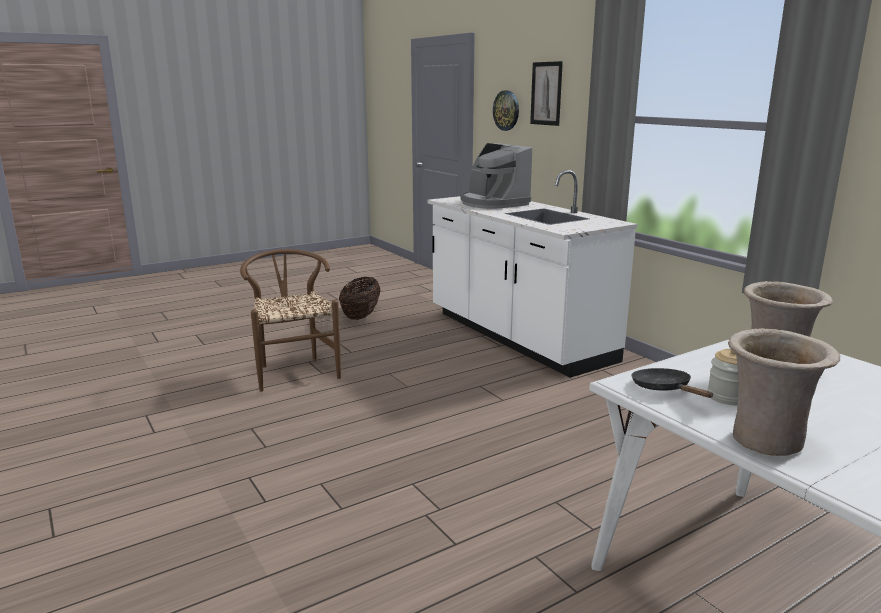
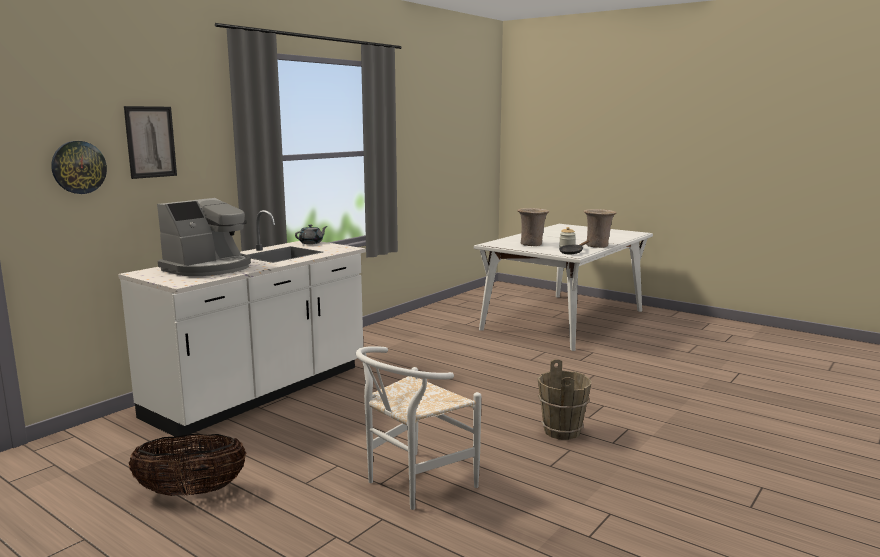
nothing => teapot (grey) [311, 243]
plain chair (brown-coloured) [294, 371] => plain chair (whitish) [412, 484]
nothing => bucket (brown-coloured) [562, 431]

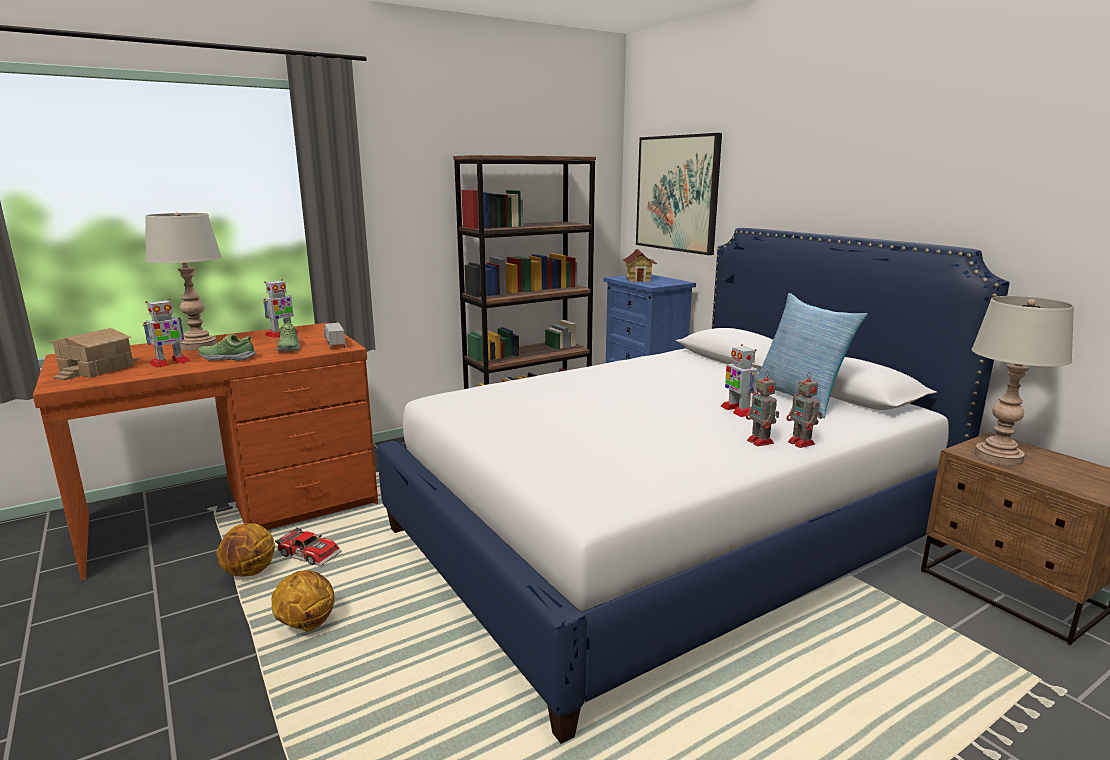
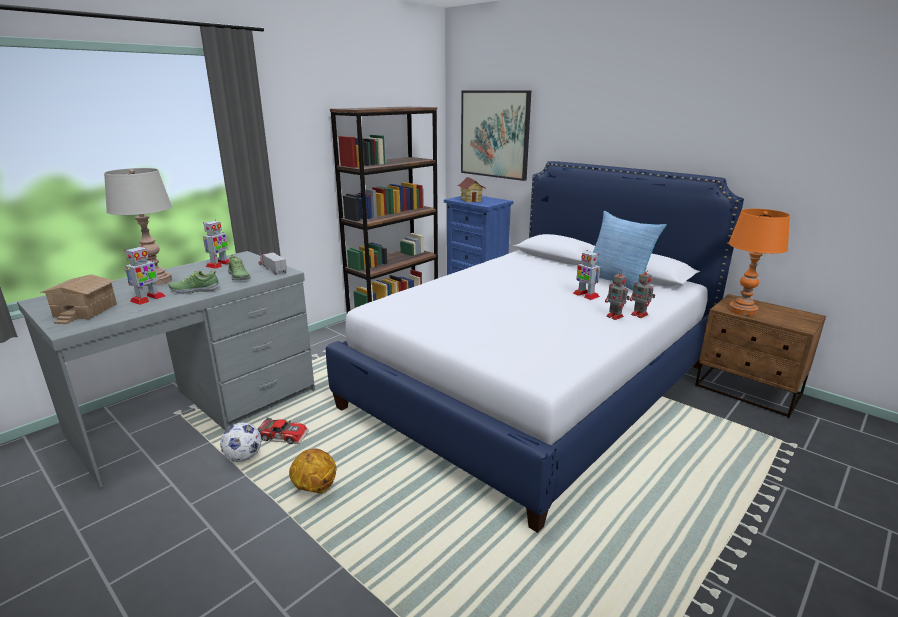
desk unit (brown-coloured) [235, 510] => desk unit (grey) [199, 411]
basketball ball [250, 572] => ball for football [244, 457]
tabletop lamp (grey) [998, 457] => tabletop lamp (orange) [742, 310]

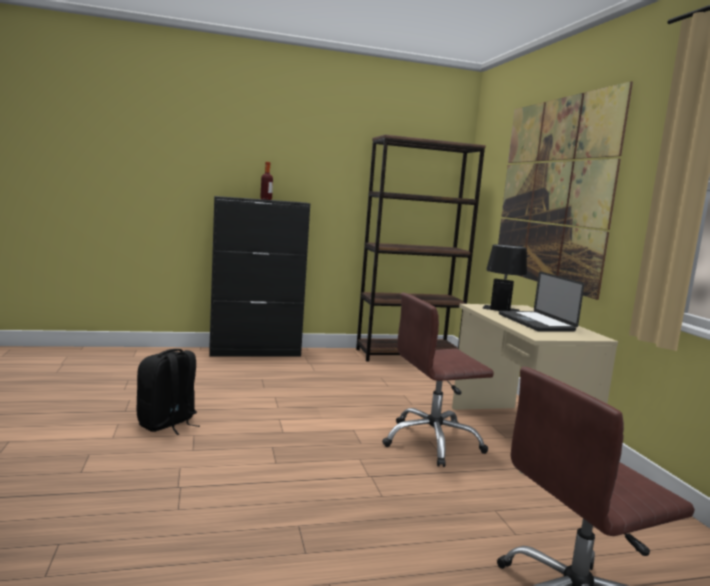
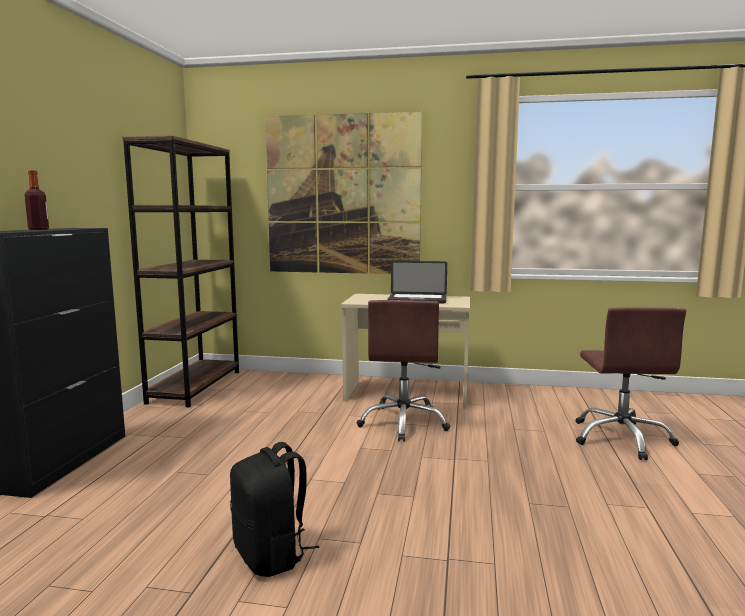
tabletop lamp (black) [501, 307] => nothing

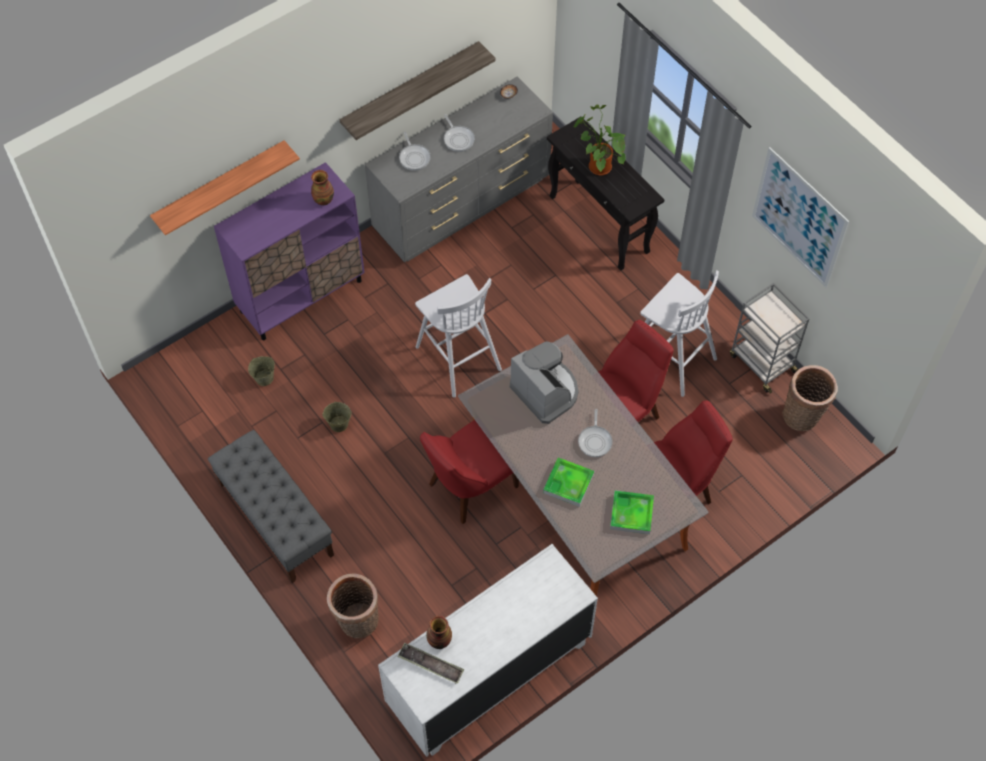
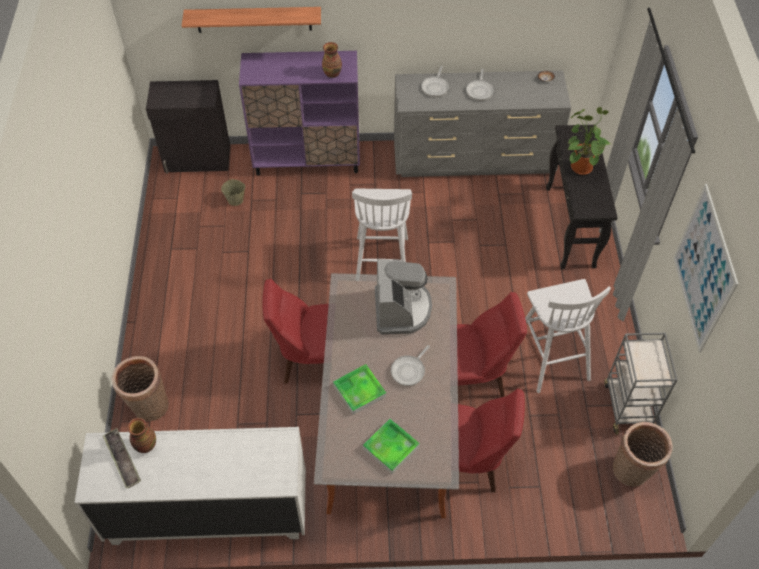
nothing => cupboard (black) [198, 159]
long seat (grey) [275, 519] => nothing
bucket (beige-coloured) [338, 424] => nothing
bracket shelf [410, 89] => nothing

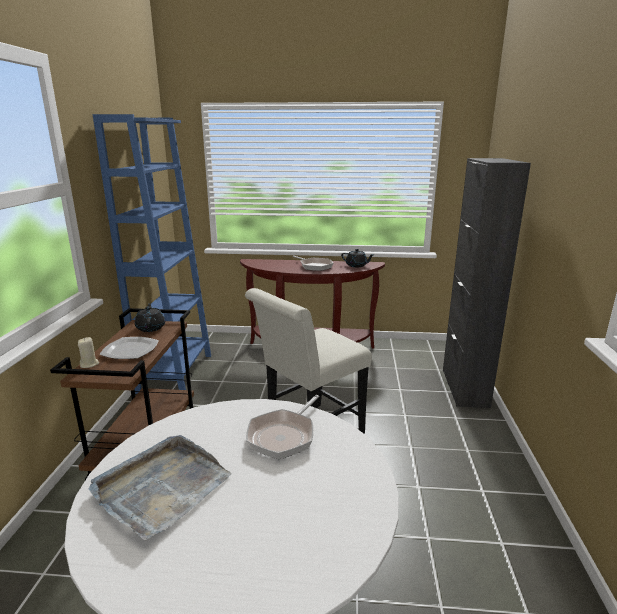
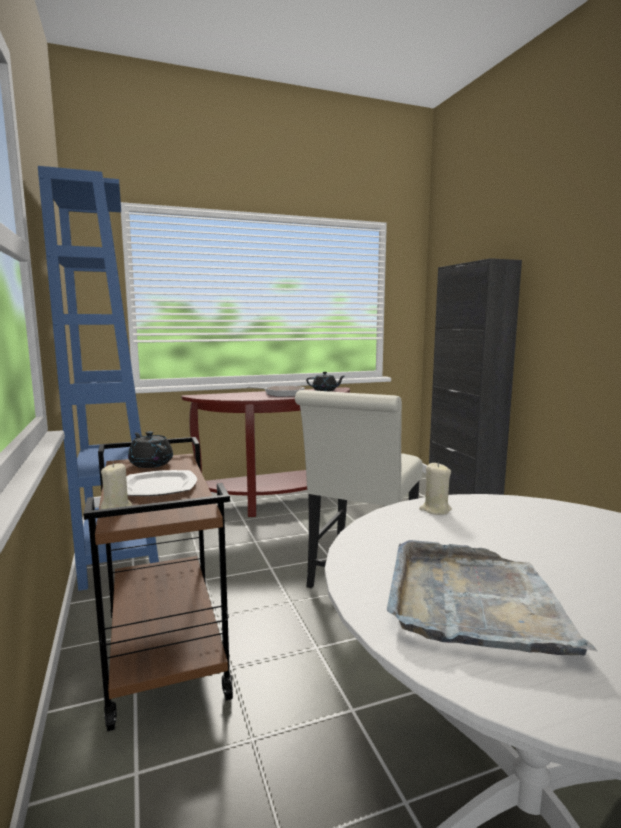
nothing => wax light (beige-coloured) [435, 510]
pan [284, 435] => nothing

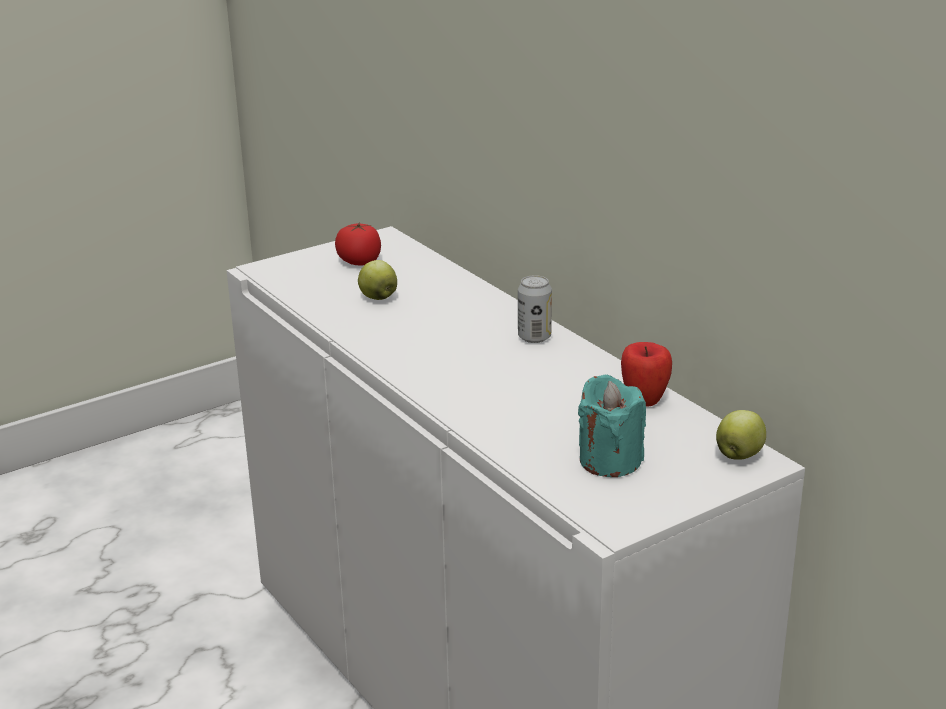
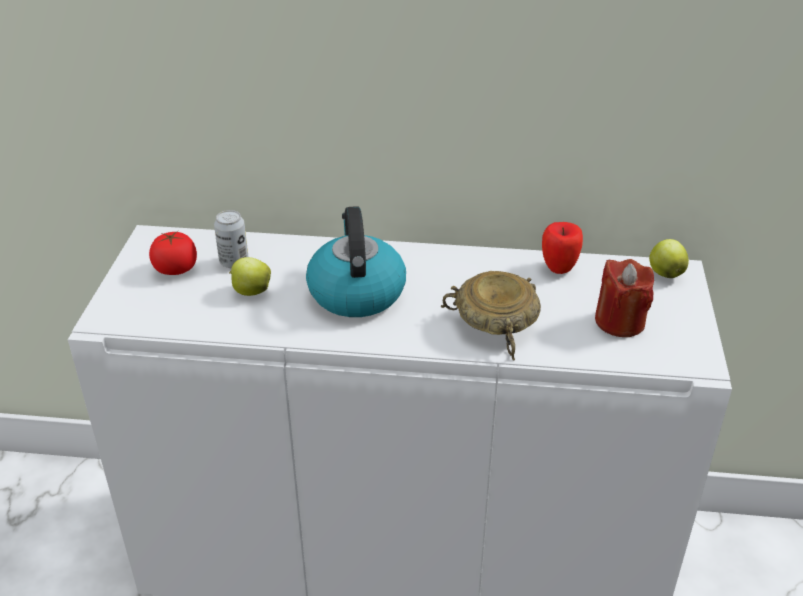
metal can [534, 337] => metal can [234, 262], moved
nothing => kettle [356, 292]
nothing => bowl (beige-coloured) [494, 324]
wax light (turquoise-coloured) [610, 461] => wax light (reddish) [619, 322]

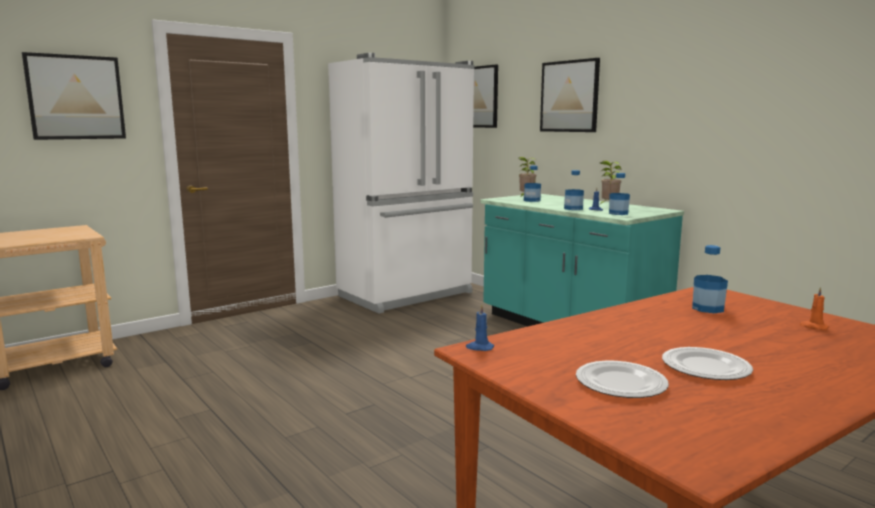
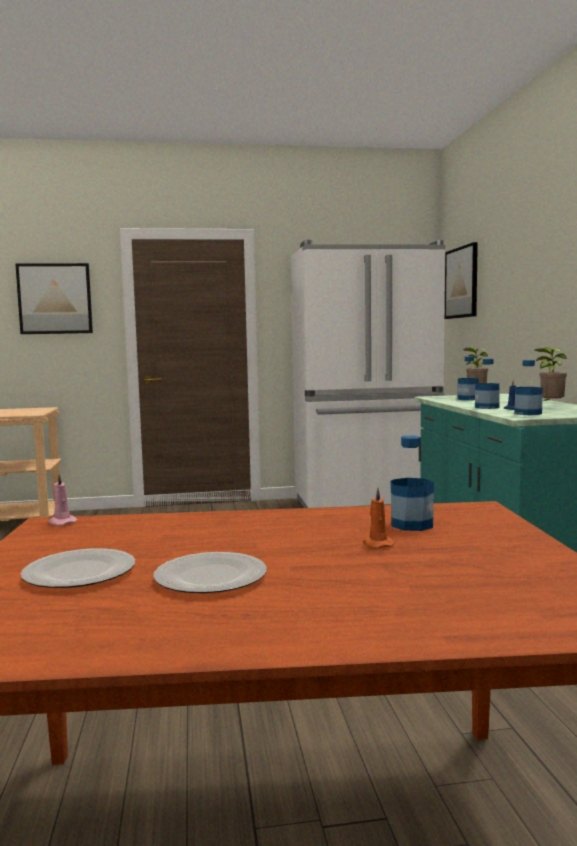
wax light (blue-coloured) [479, 347] => wax light (pink) [61, 522]
wax light (orange) [813, 327] => wax light (orange) [377, 544], moved
wall picture [569, 96] => nothing

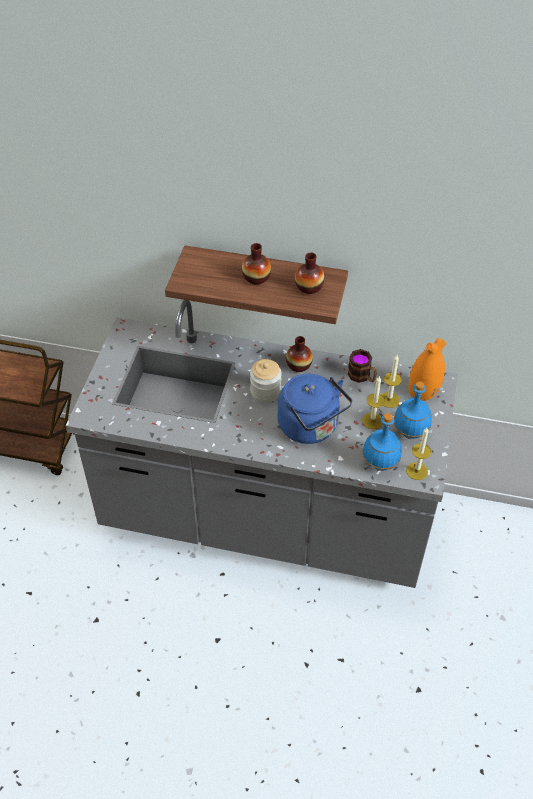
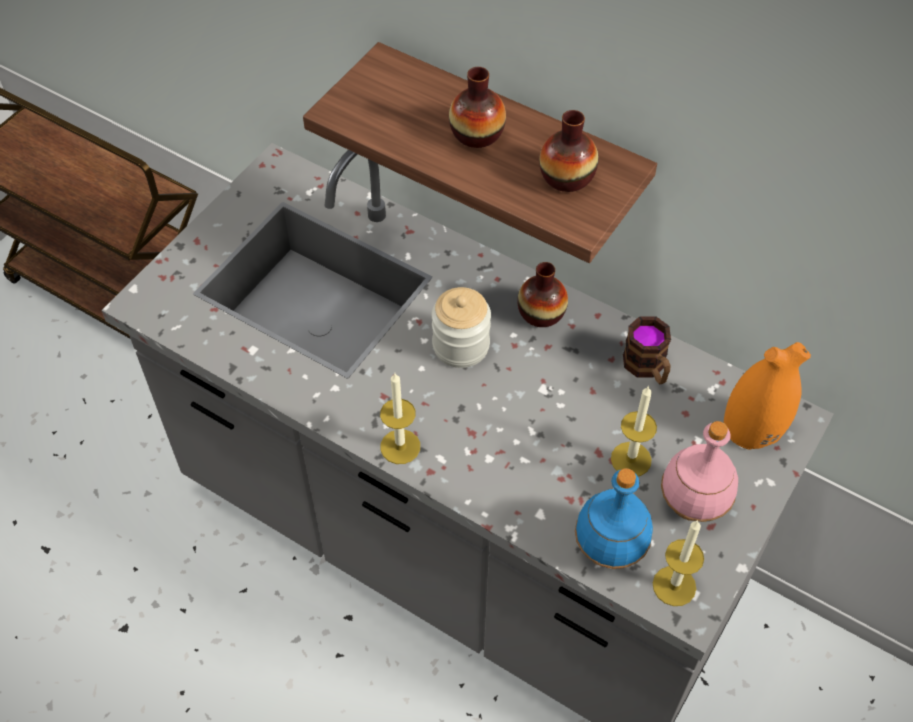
wax light [389, 399] => wax light [400, 446], moved
beverage bottle (blue-coloured) [410, 433] => beverage bottle (pink) [693, 505]
kettle (blue-coloured) [311, 427] => nothing

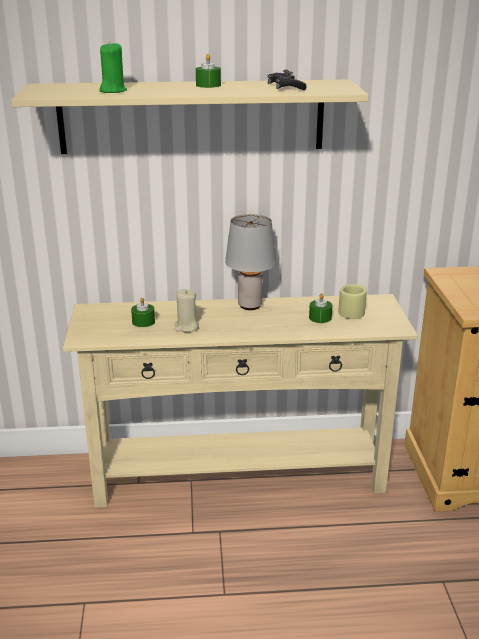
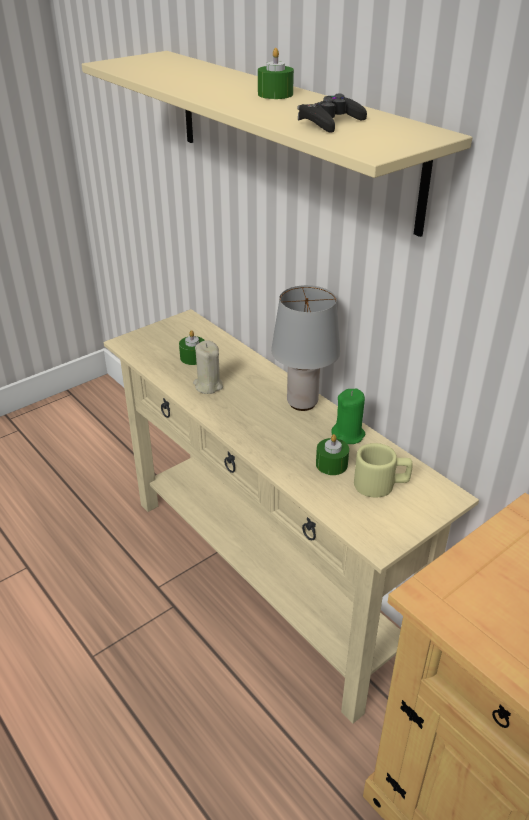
wax light (greenish) [113, 91] => wax light (greenish) [348, 435], moved

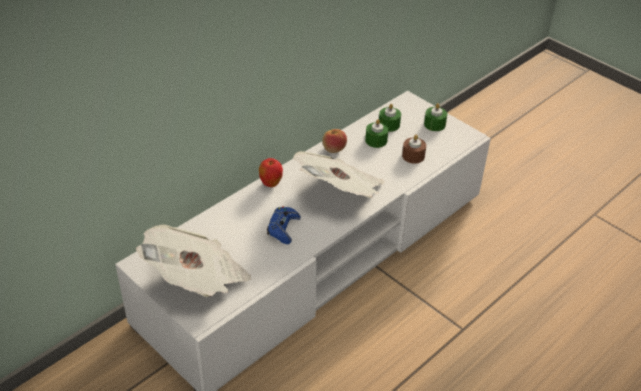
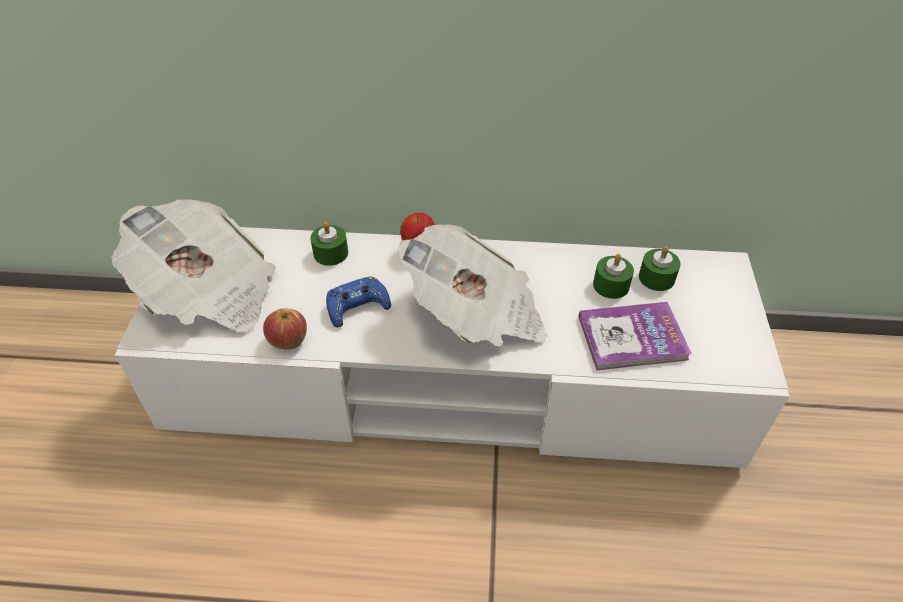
apple fruit [333, 149] => apple fruit [288, 340], moved
wax light (greenish) [434, 124] => wax light (greenish) [331, 253], moved
wax light (brown-coloured) [413, 156] => book [632, 338]

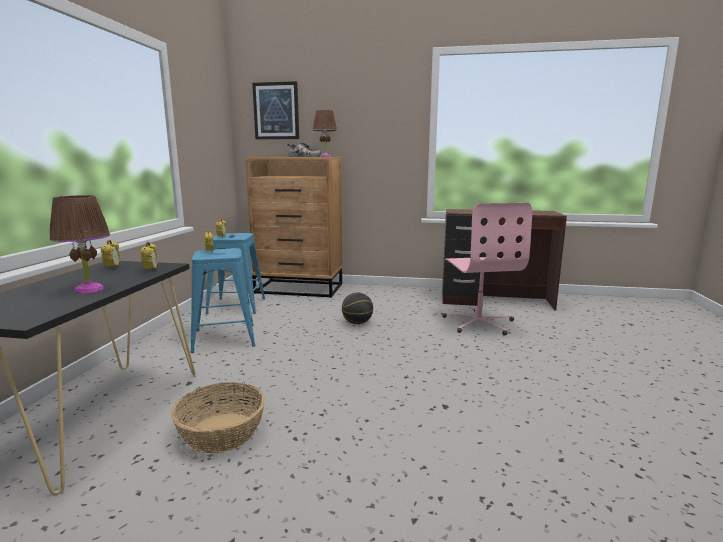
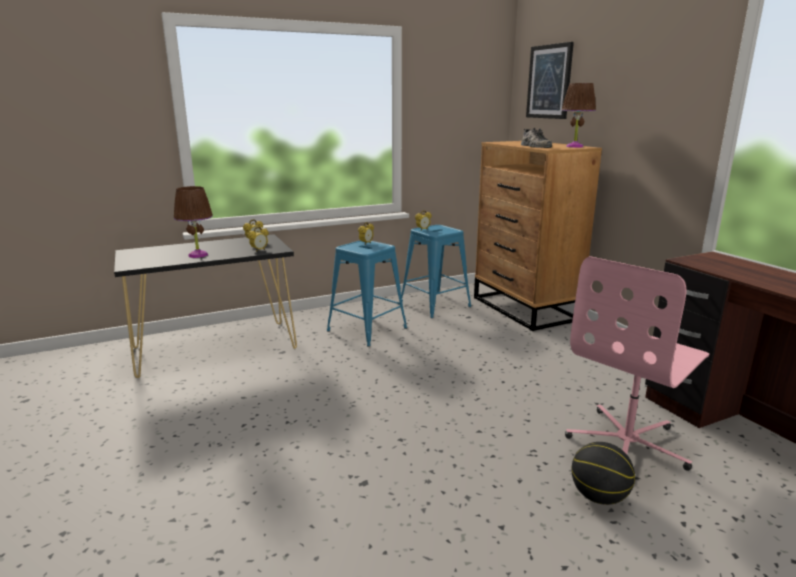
basketball ball [357, 323] => basketball ball [599, 497], moved
basket [221, 432] => nothing

